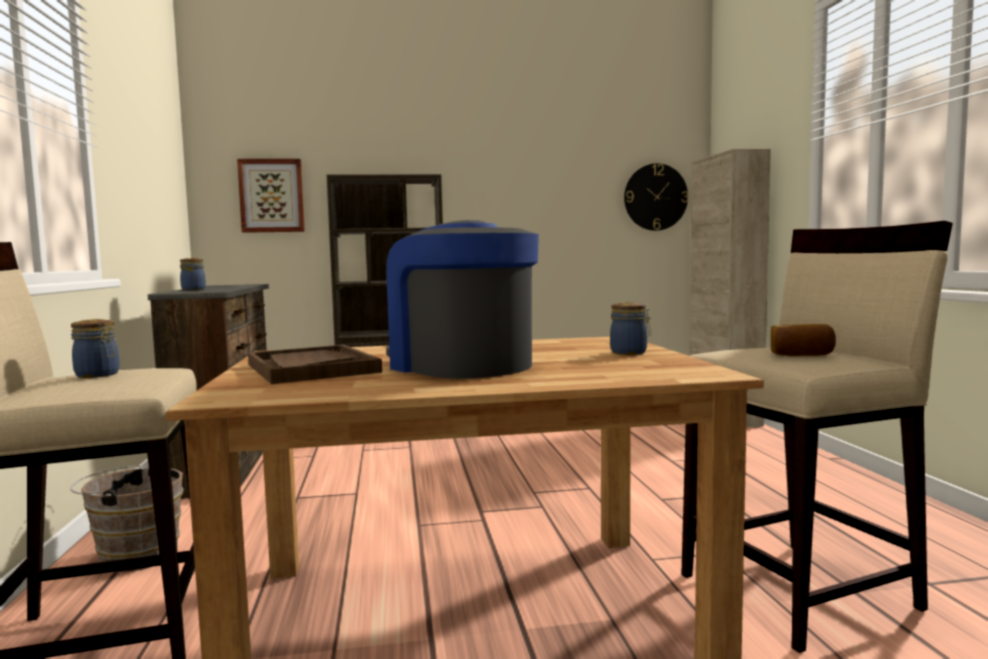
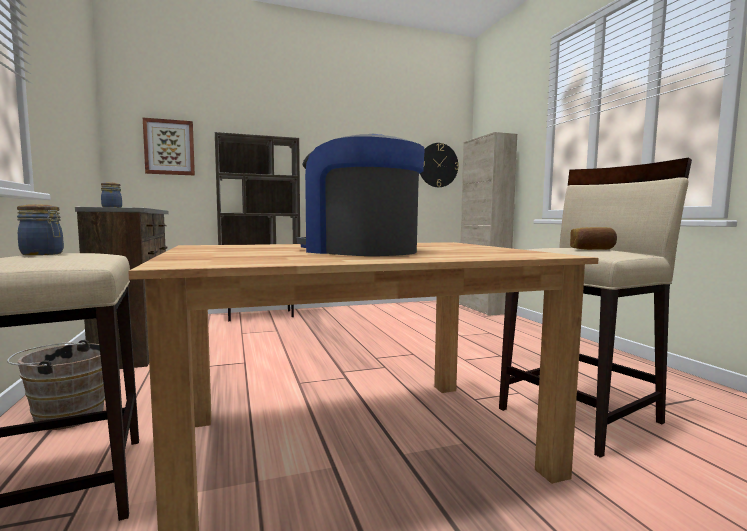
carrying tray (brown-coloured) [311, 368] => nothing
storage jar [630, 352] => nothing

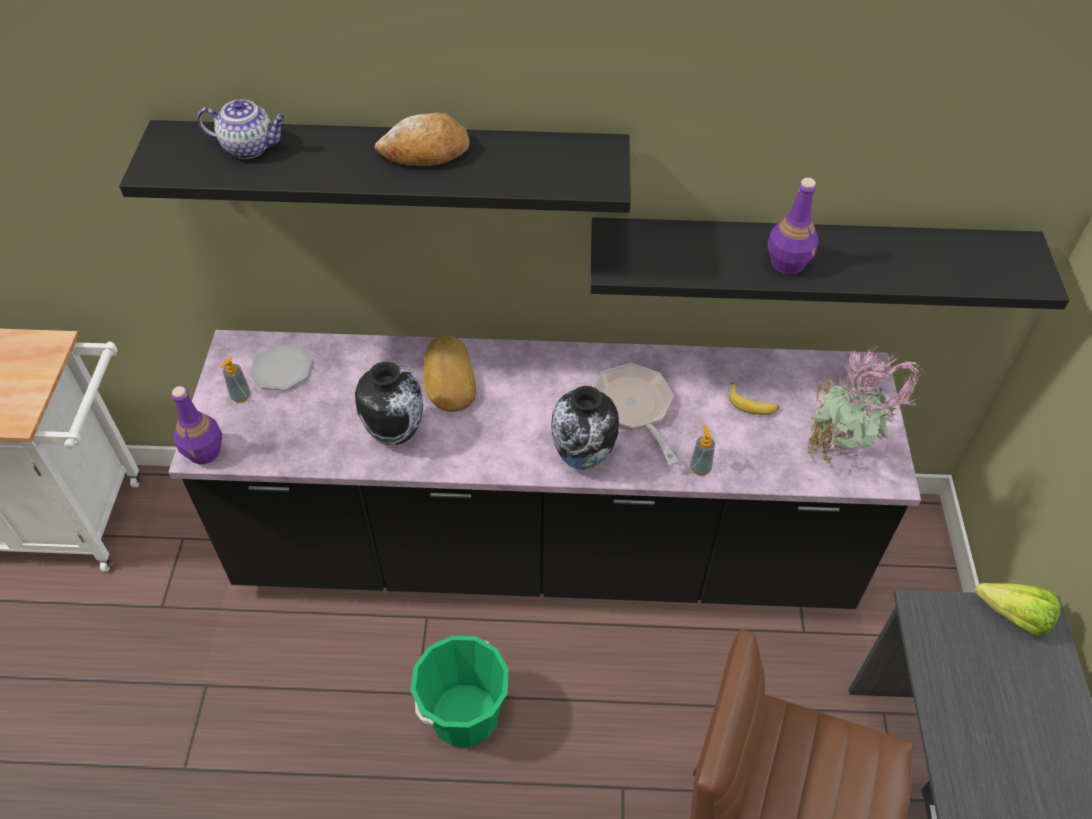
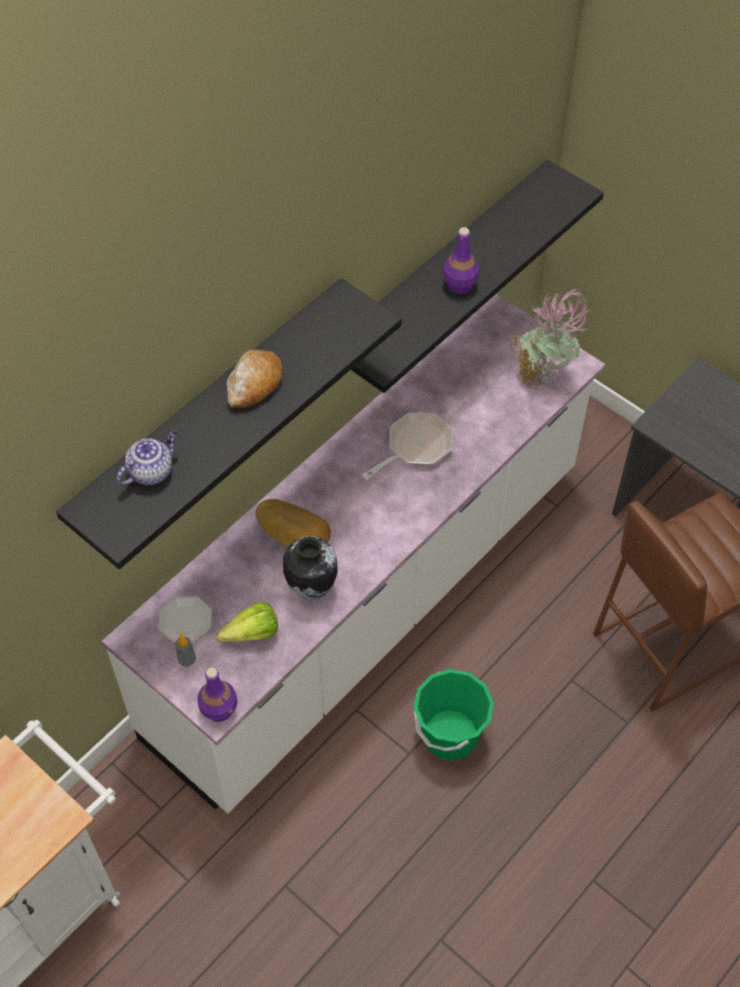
kitchen counter (black) [544, 551] => kitchen counter (whitish) [370, 603]
lettuce [1007, 613] => lettuce [247, 635], moved
pan [634, 409] => pan [415, 447], 120 degrees clockwise
decorative vase [583, 459] => nothing
soap dispenser [700, 468] => nothing
banana [752, 404] => nothing

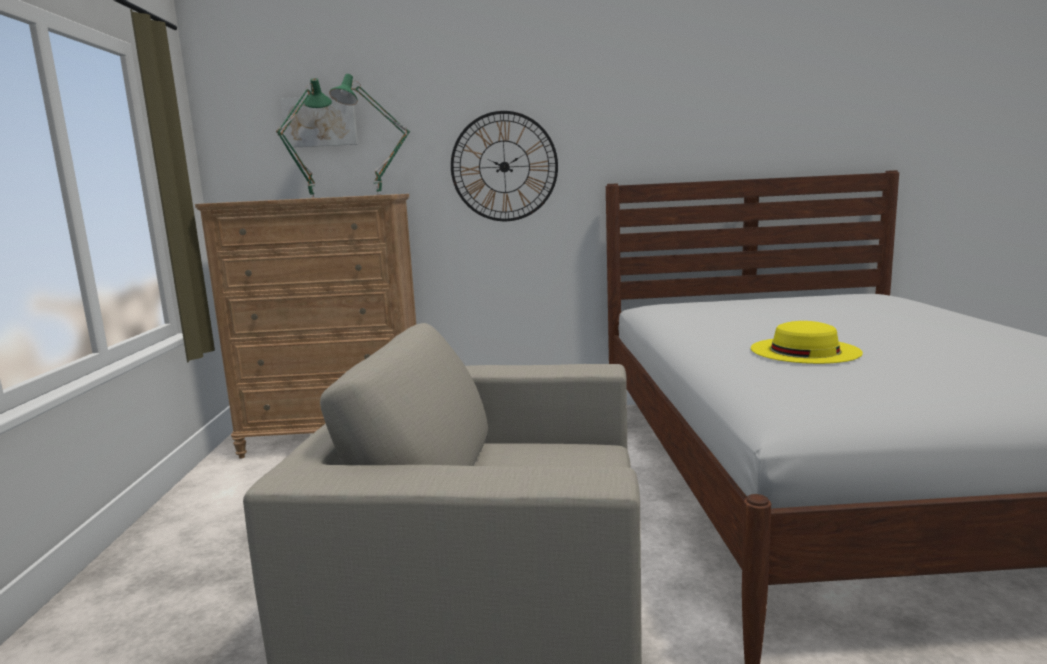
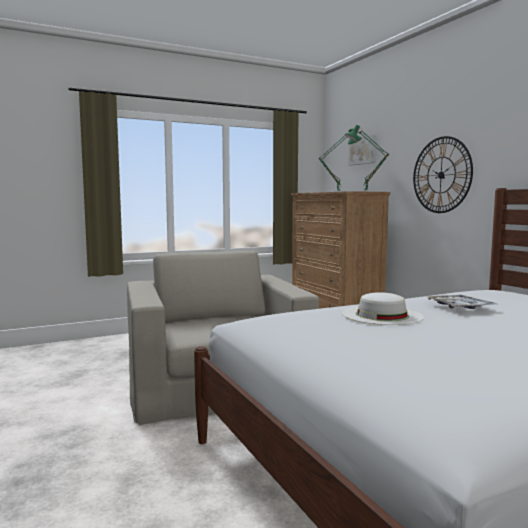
clothing hat (yellow-coloured) [804, 350] => clothing hat (whitish) [382, 315]
nothing => carrying tray [459, 307]

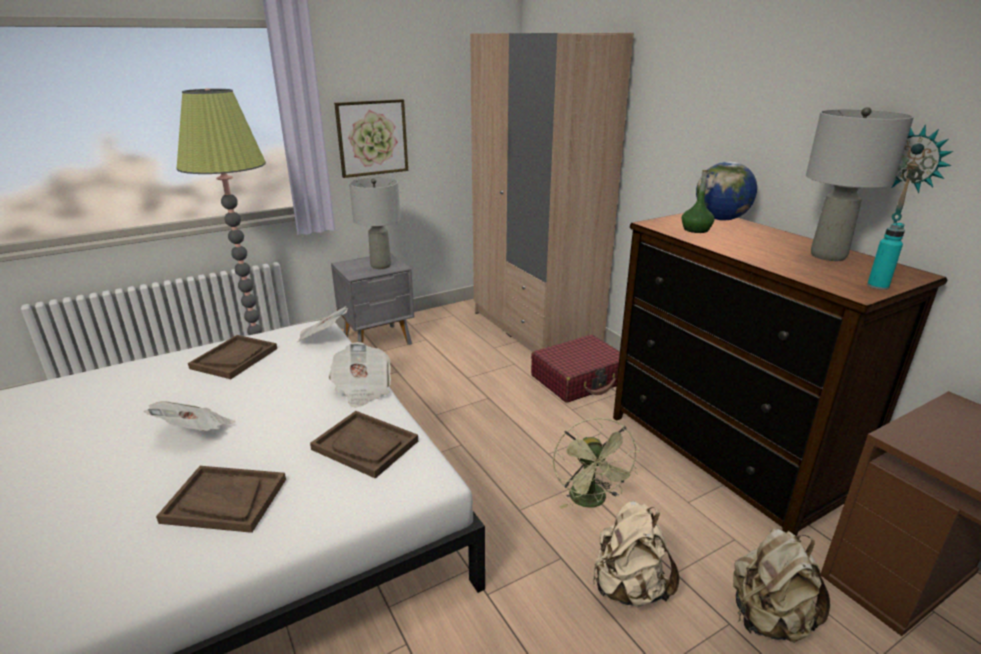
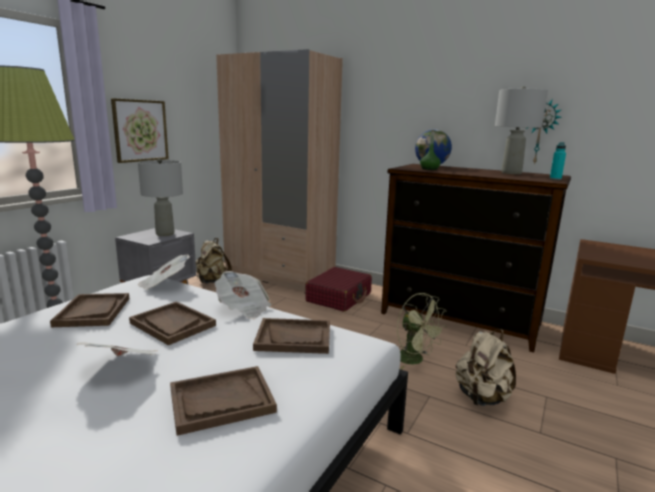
nothing => carrying tray (brown-coloured) [172, 324]
knapsack (beige-coloured) [768, 619] => knapsack (beige-coloured) [212, 281], moved

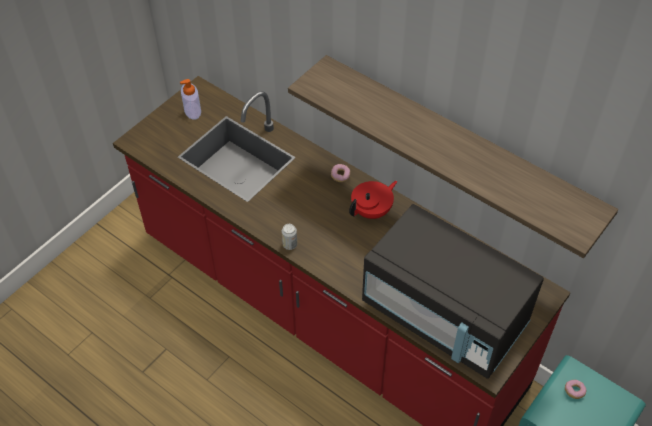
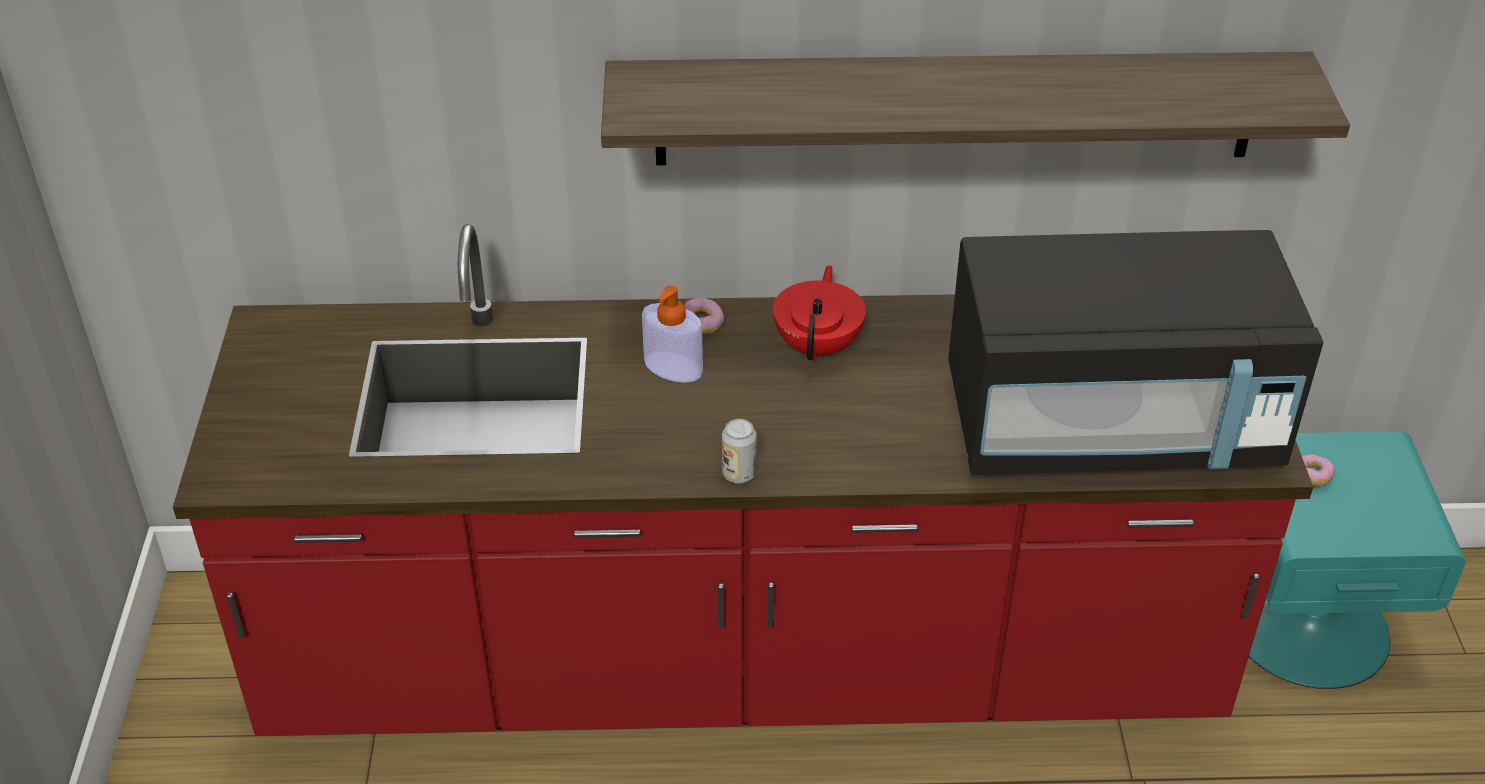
soap dispenser [192, 110] => soap dispenser [673, 367], moved

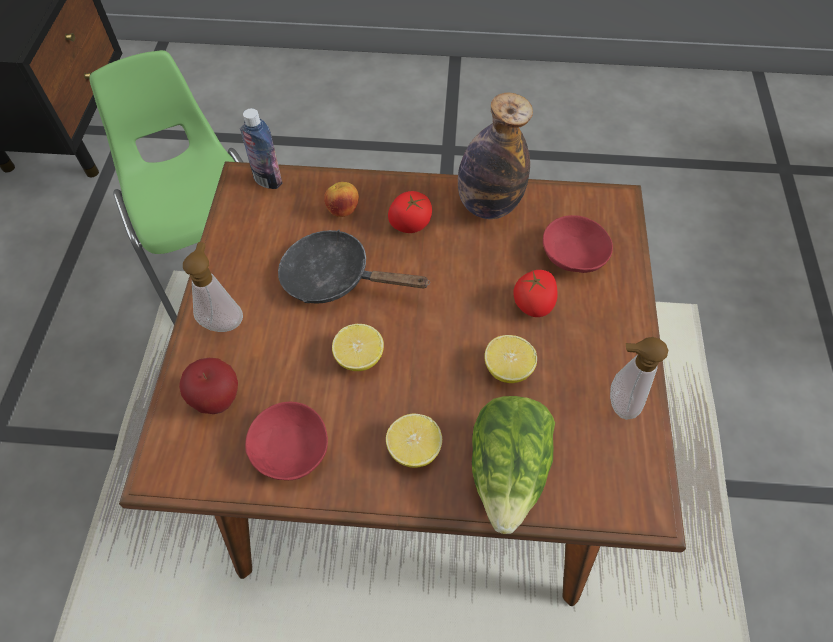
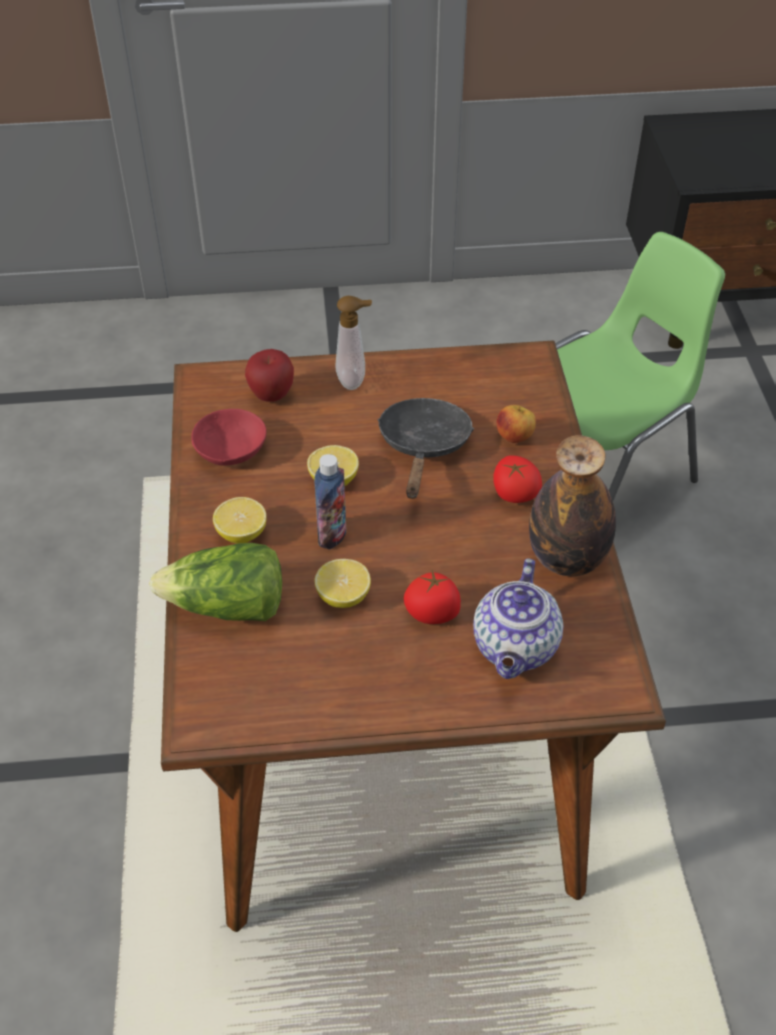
beverage bottle [268, 180] => beverage bottle [332, 535], moved
bowl (reddish) [575, 255] => teapot [516, 648]
soap dispenser [618, 402] => nothing

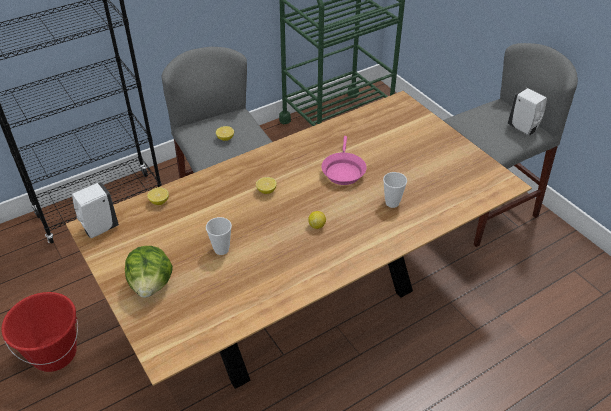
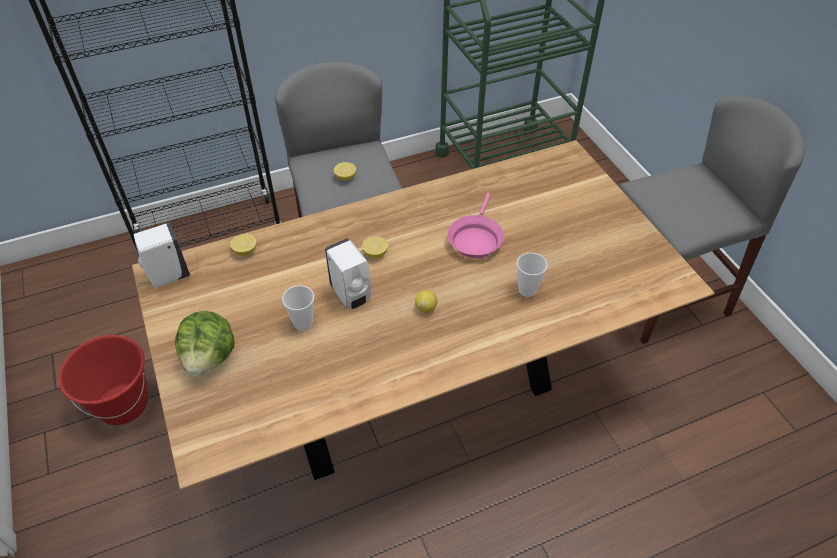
soap dispenser (whitish) [523, 128] => soap dispenser (whitish) [351, 295], moved

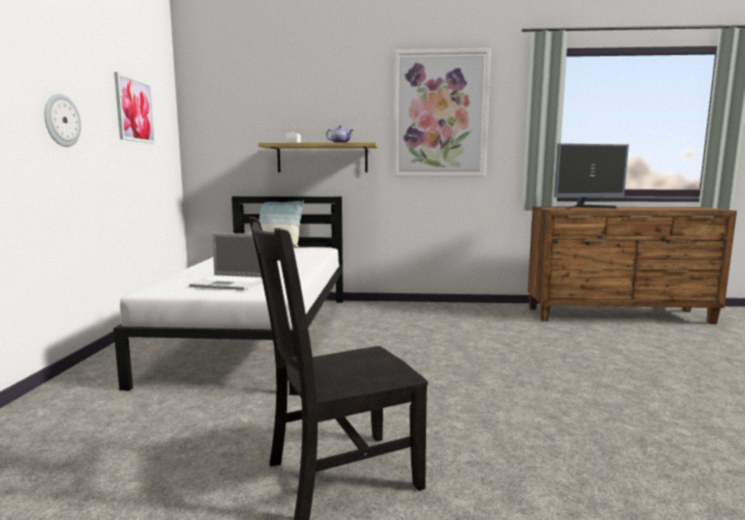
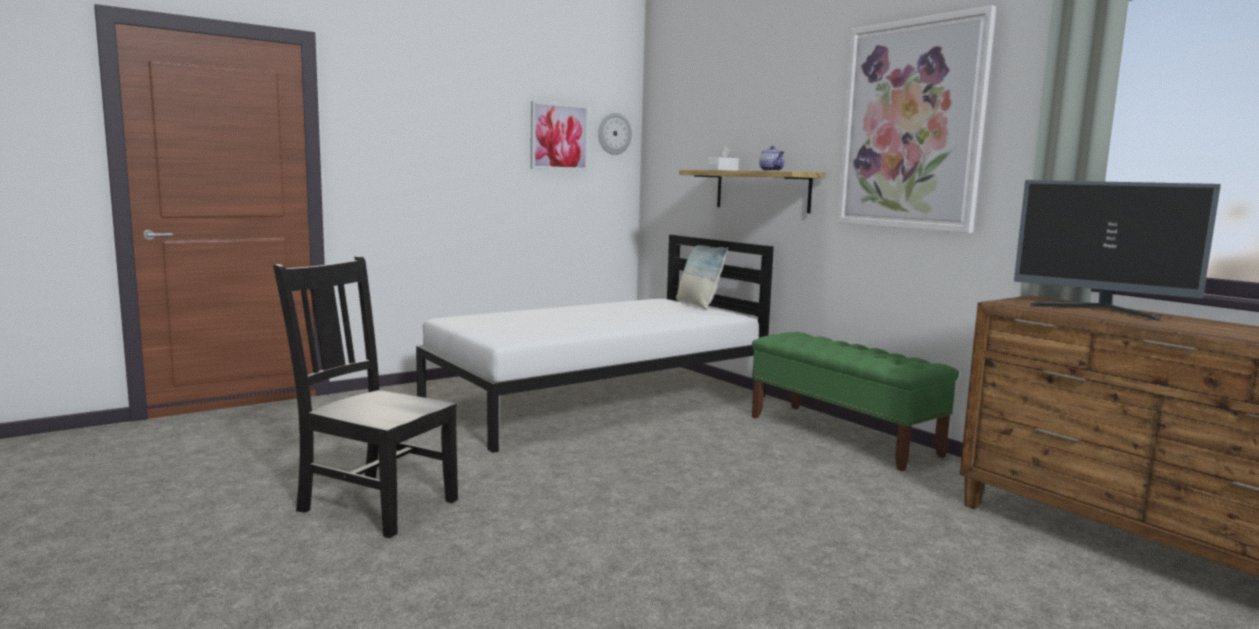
hanging clock [61, 120] => hanging clock [614, 134], moved
nothing => long seat (greenish) [842, 435]
portable computer [230, 283] => nothing

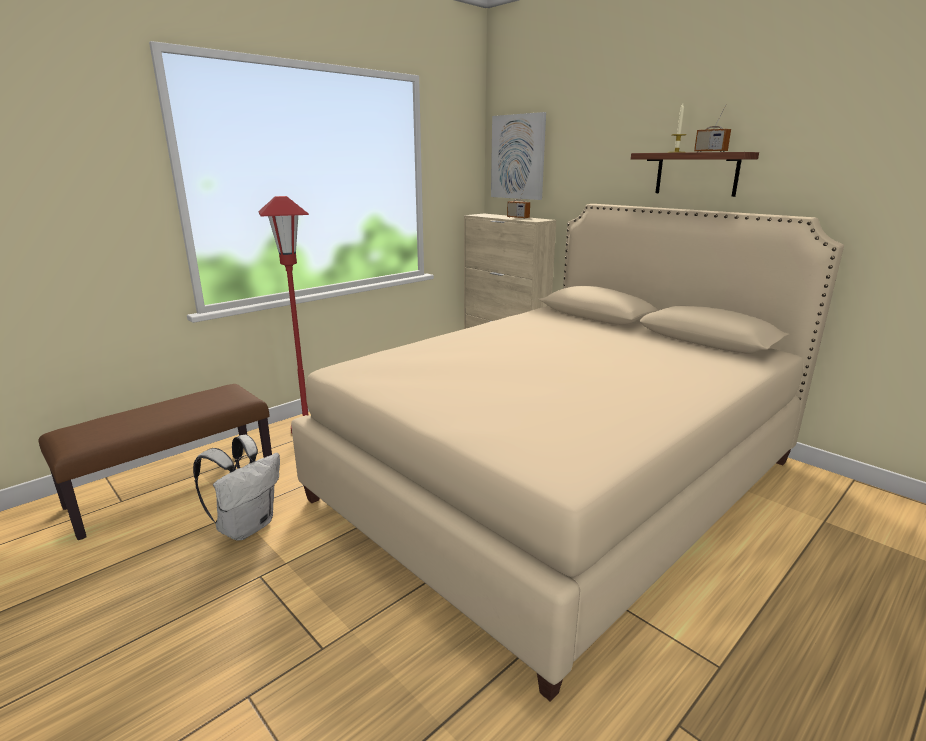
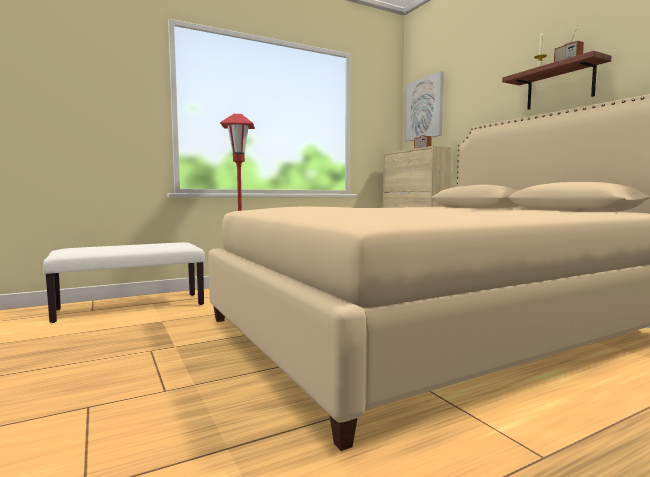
long seat (brown-coloured) [175, 486] => long seat (whitish) [131, 307]
knapsack (whitish) [247, 526] => nothing

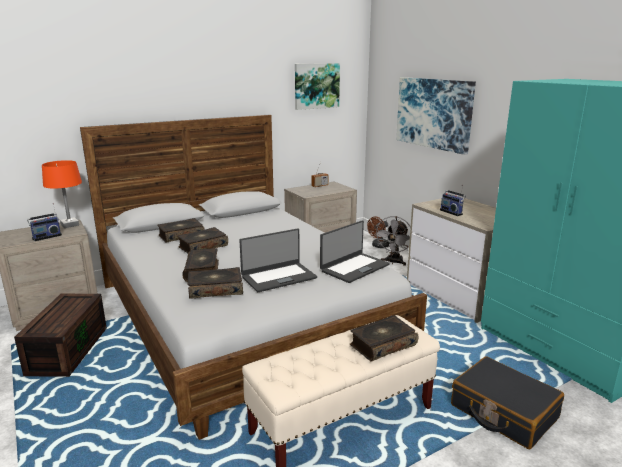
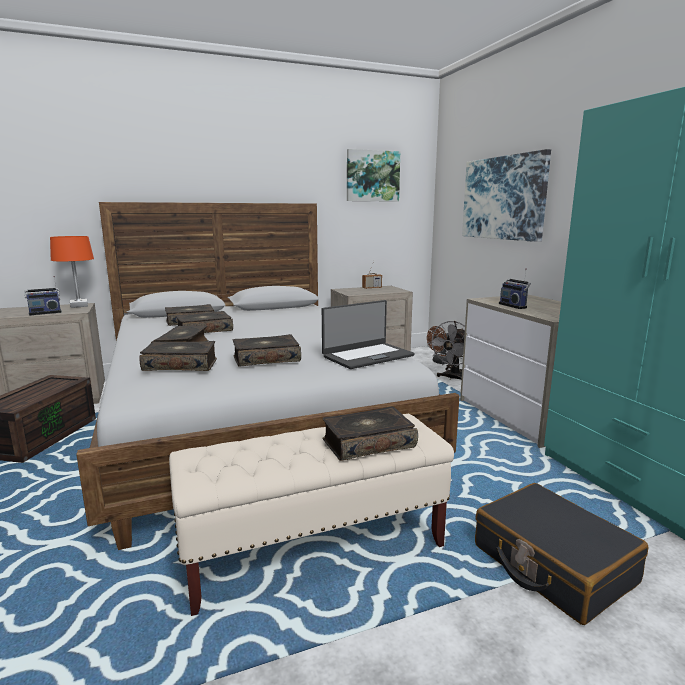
portable computer [278, 277] => book [266, 359]

